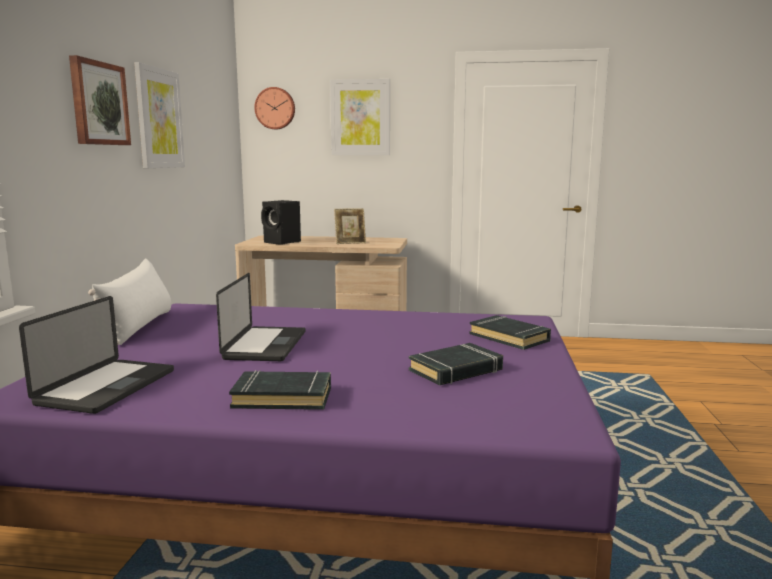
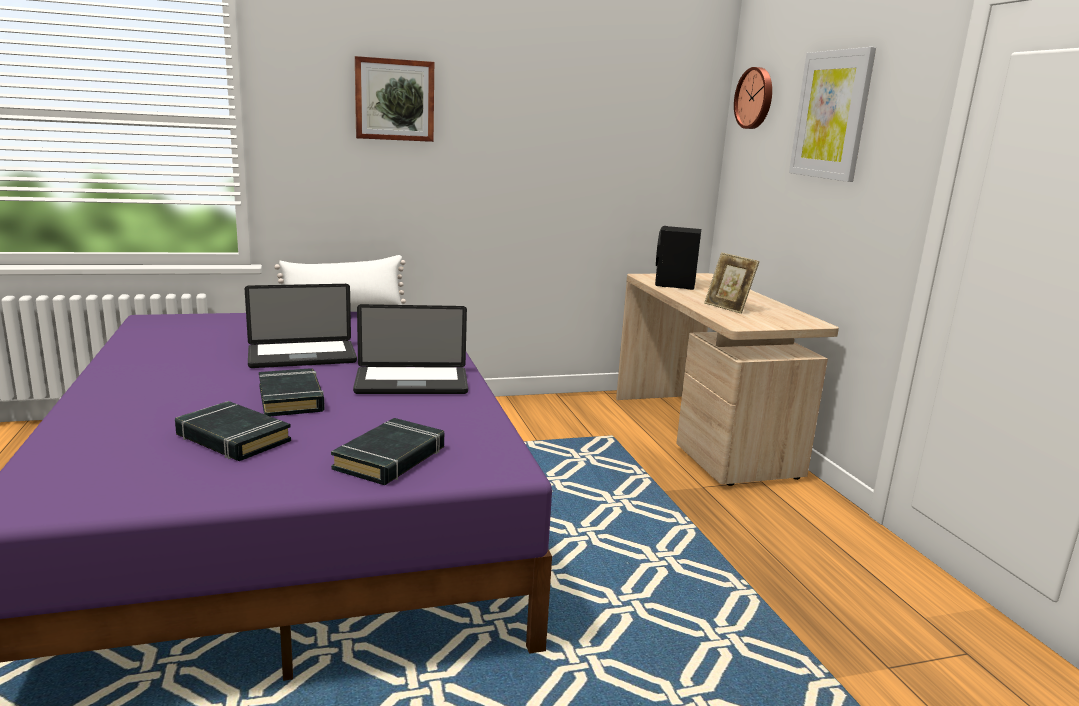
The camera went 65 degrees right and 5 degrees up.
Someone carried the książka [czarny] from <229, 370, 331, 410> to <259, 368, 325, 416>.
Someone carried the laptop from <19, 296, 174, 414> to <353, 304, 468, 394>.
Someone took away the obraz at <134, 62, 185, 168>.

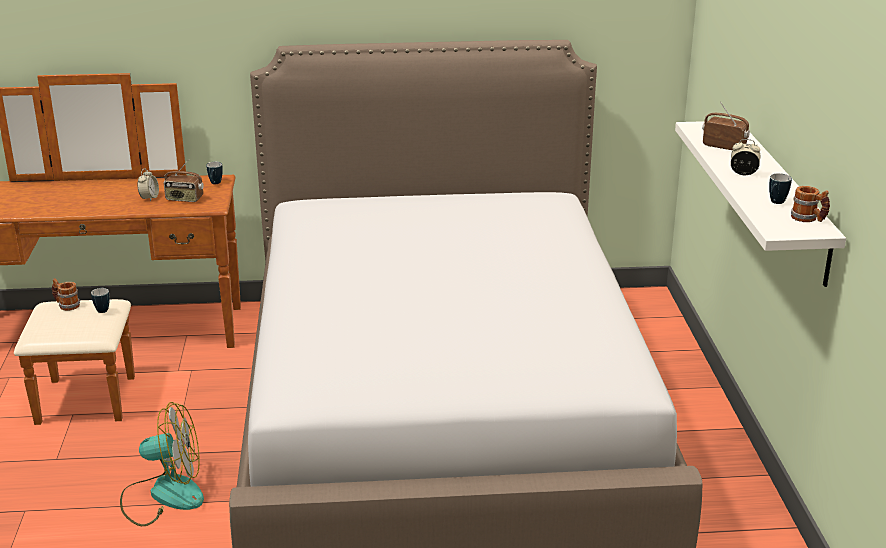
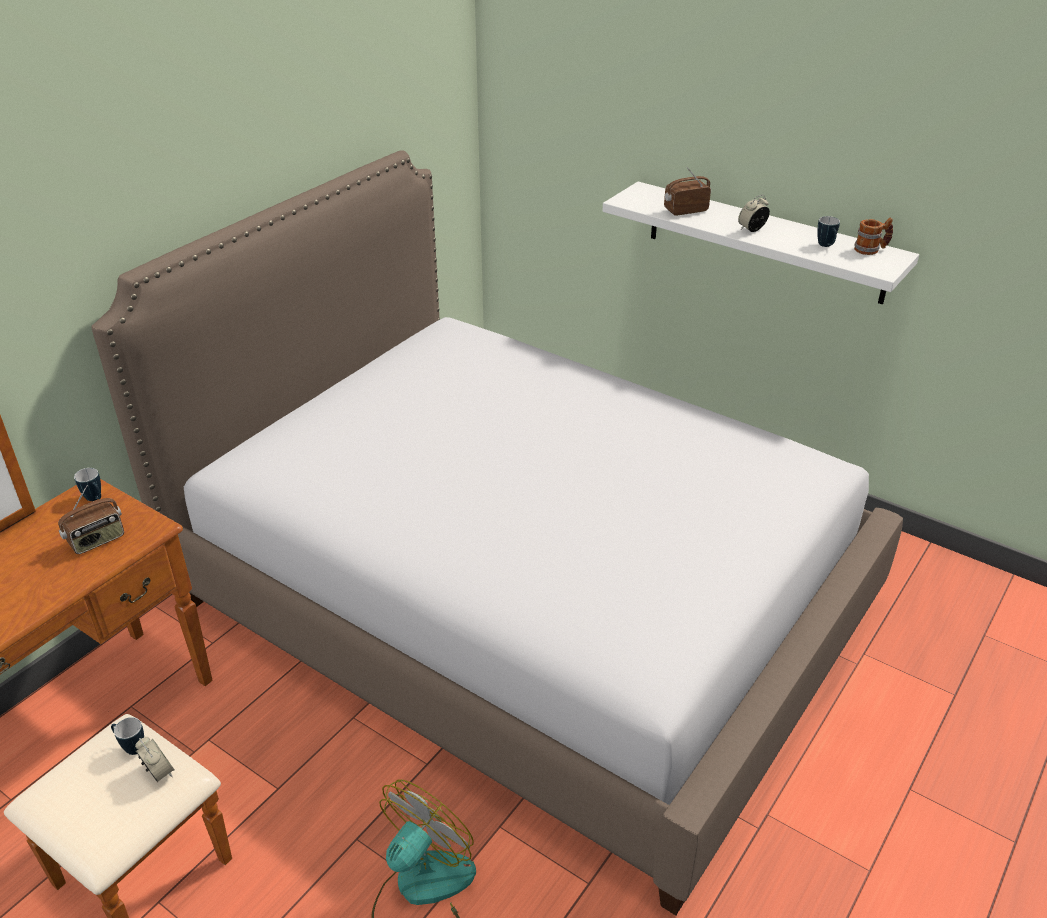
The camera went 50 degrees left and 10 degrees up.
Someone carried the budzik from <137, 168, 159, 201> to <135, 737, 174, 782>.
Someone took away the kubek at <52, 278, 80, 311>.

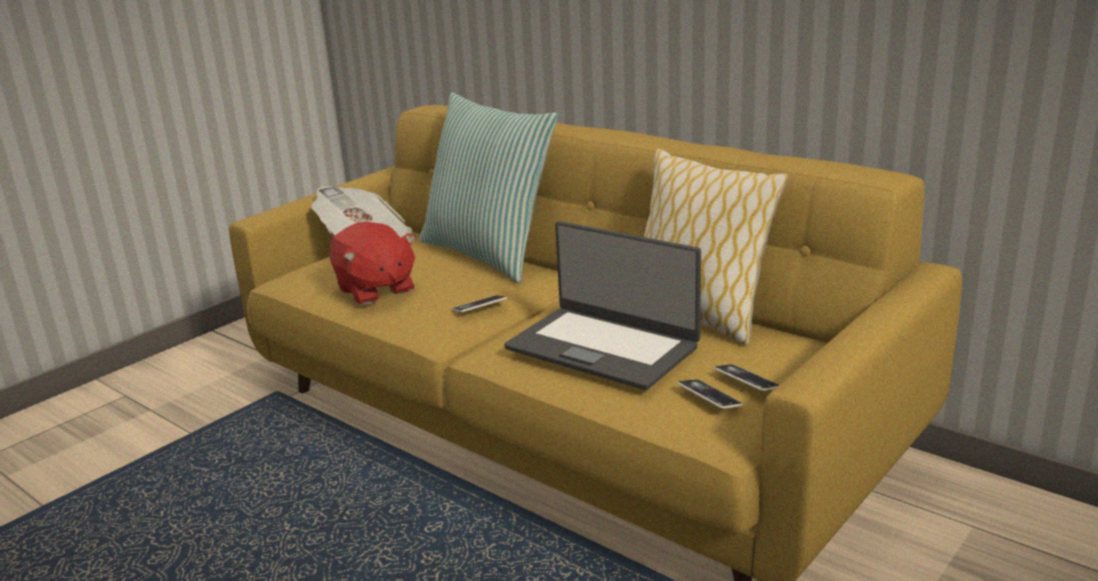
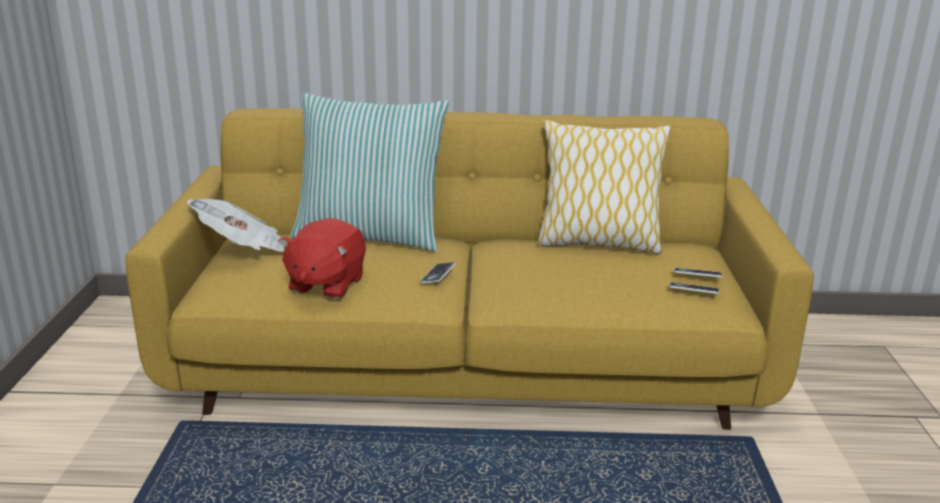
The camera went 40 degrees left and 0 degrees up.
Someone rotated the pluszak [czerwony] at <330, 222, 416, 305> by 90 degrees clockwise.
Someone took away the laptop at <504, 221, 701, 390>.

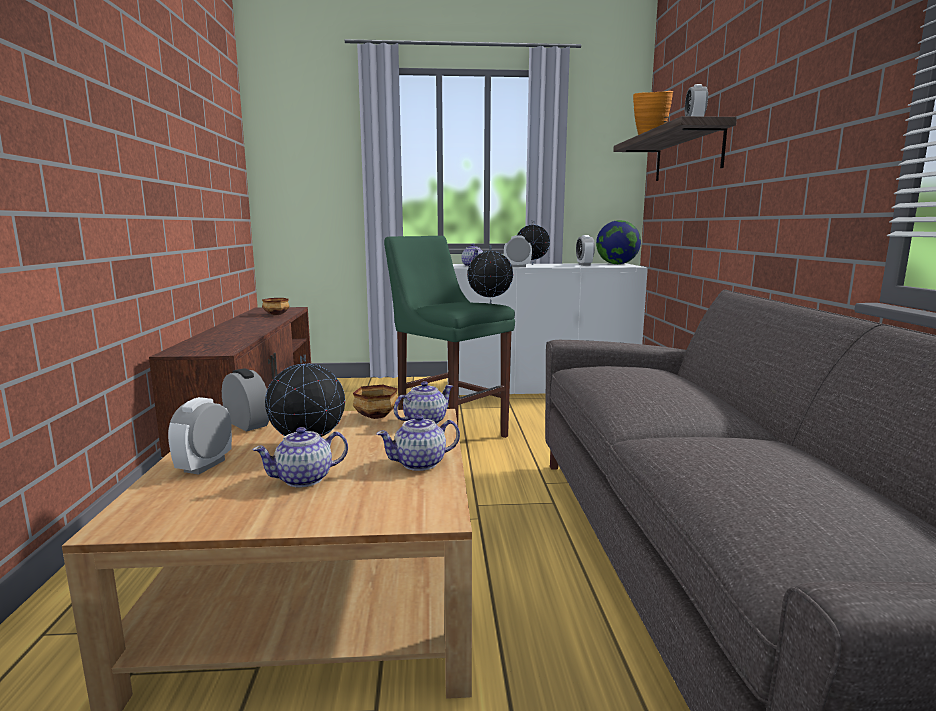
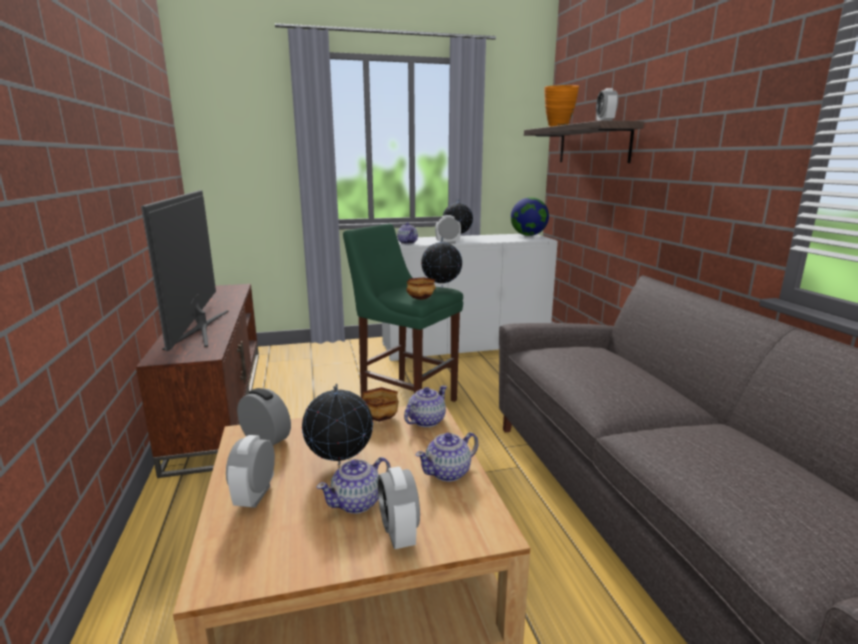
The camera went 10 degrees left and 5 degrees up.
Someone put down the telewizor at <141, 190, 229, 351>.
Someone carried the budzik from <576, 235, 595, 266> to <378, 466, 420, 549>.
Someone carried the miska from <262, 298, 290, 315> to <406, 277, 436, 300>.

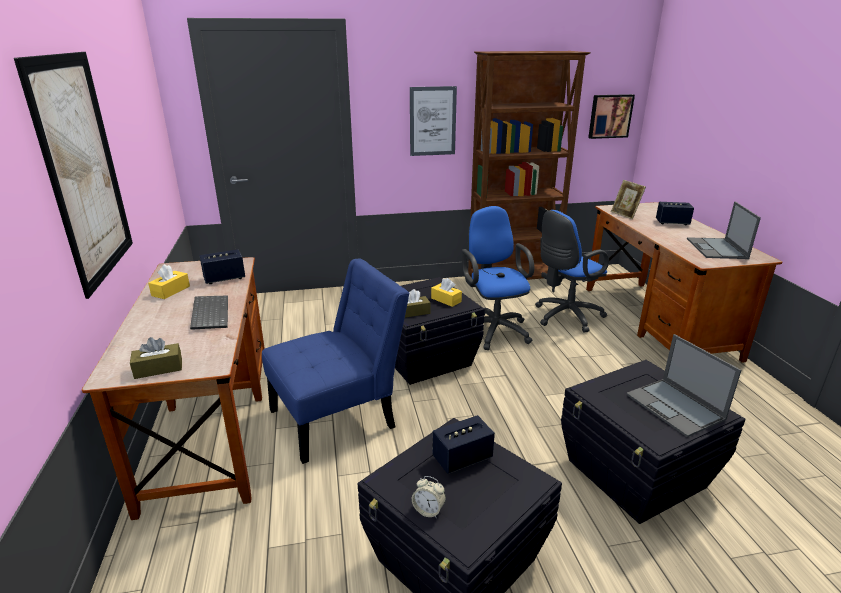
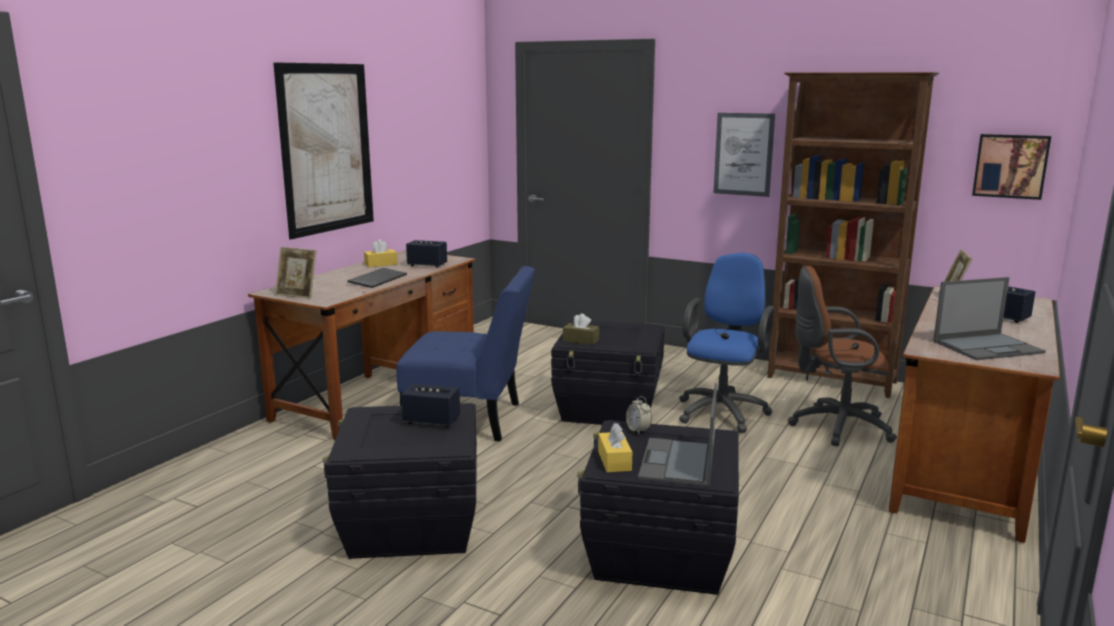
The camera went 40 degrees right and 10 degrees down.
Someone swapped the pudełko chusteczek [brązowy] at <130, 337, 182, 379> for the ramka na zdjęcie at <275, 247, 317, 299>.
Someone carried the pudełko chusteczek [żółty] from <431, 278, 462, 307> to <598, 423, 632, 472>.
Someone carried the budzik from <412, 476, 446, 518> to <626, 396, 652, 434>.
Someone repainted the krzesło biurowe [niebieski] at <535, 210, 609, 333>, which became the krzesło biurowe [brązowy] at <788, 266, 897, 446>.
Someone rotated the laptop at <687, 202, 761, 259> by 150 degrees counterclockwise.

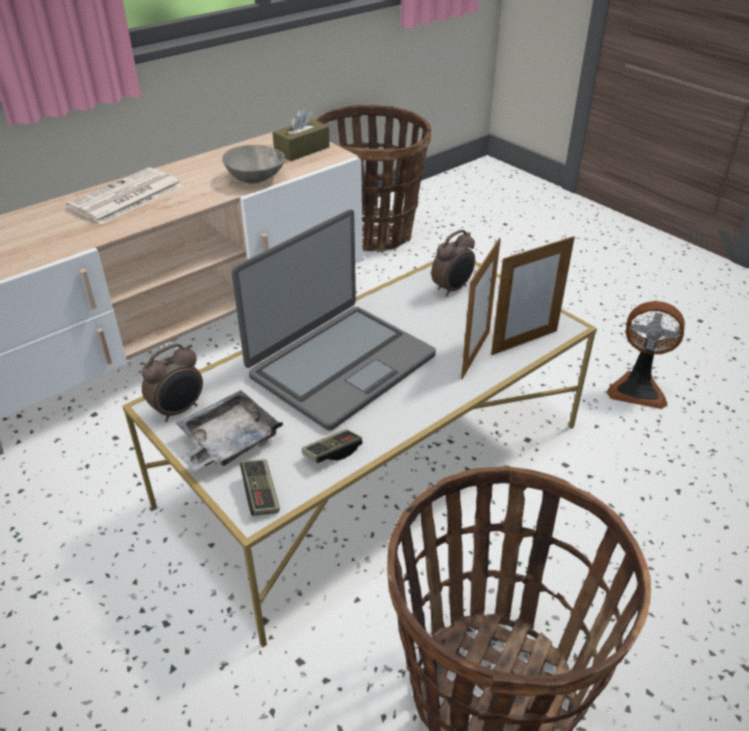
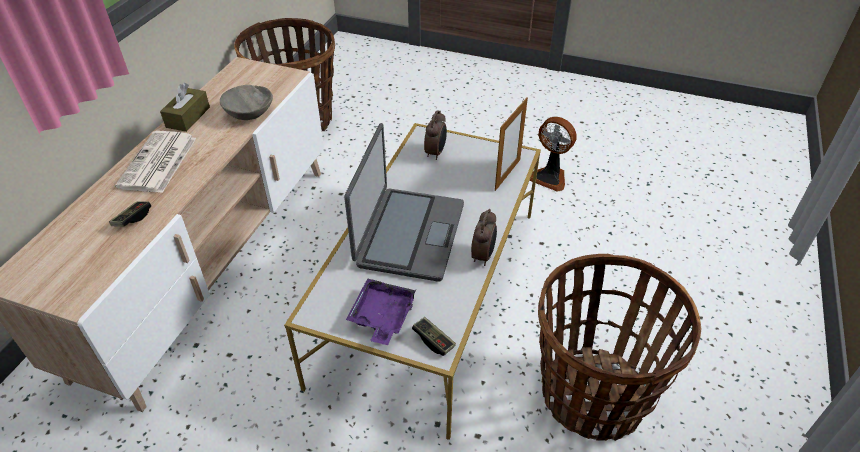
The camera went 30 degrees left and 5 degrees up.
Someone carried the pad do gier from <302, 429, 362, 463> to <109, 201, 151, 227>.
Someone carried the pudełko chusteczek [brązowy] from <273, 108, 330, 161> to <160, 83, 210, 132>.
Someone repainted the taca [szary] at <176, 390, 283, 471>, which became the taca [fioletowy] at <346, 278, 417, 345>.
Someone carried the budzik from <142, 343, 203, 422> to <471, 209, 497, 266>.
Someone rotated the wentylator at <607, 301, 685, 409> by 45 degrees clockwise.
Someone took away the ramka na zdjęcie at <461, 238, 501, 379>.

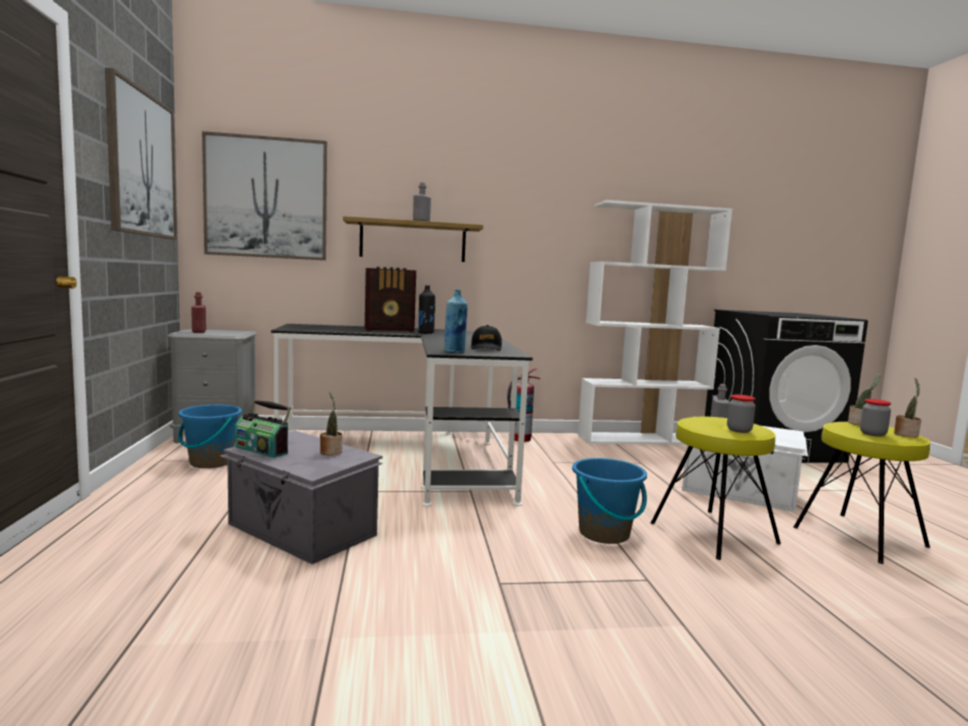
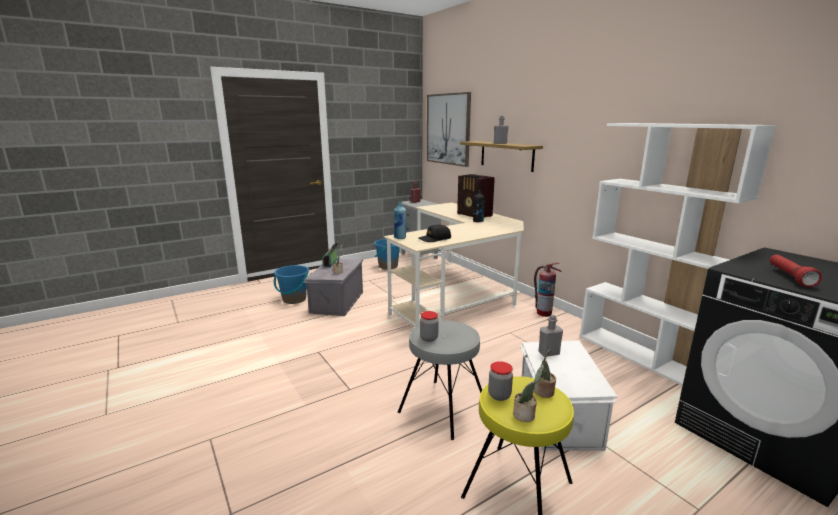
The camera went 65 degrees right and 10 degrees up.
Someone carried the wiadro [niebieski] from <572, 458, 647, 544> to <274, 265, 309, 304>.
Someone repainted the biurko [czarny] at <271, 324, 533, 507>, which became the biurko [beżowy] at <384, 203, 524, 327>.
Someone repainted the stołek [żółty] at <650, 417, 781, 560>, which became the stołek [szary] at <398, 320, 482, 440>.
Someone put down the latarka [czerwony] at <770, 254, 822, 287>.
Someone took away the obraz at <105, 68, 177, 240>.

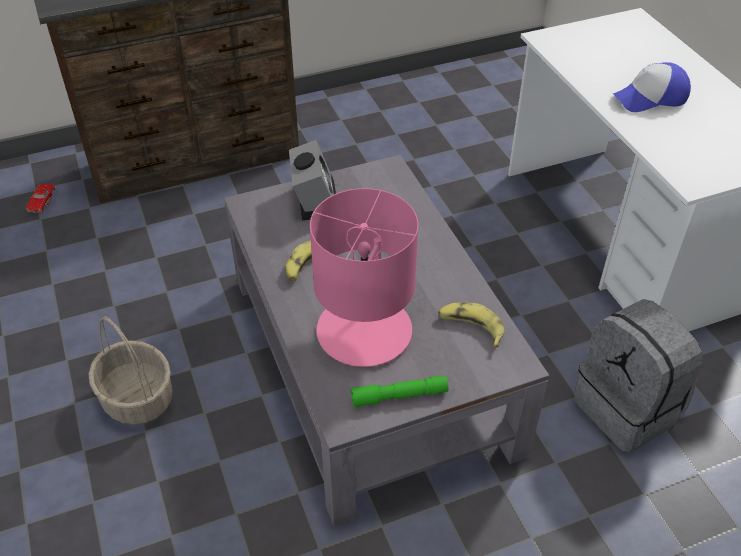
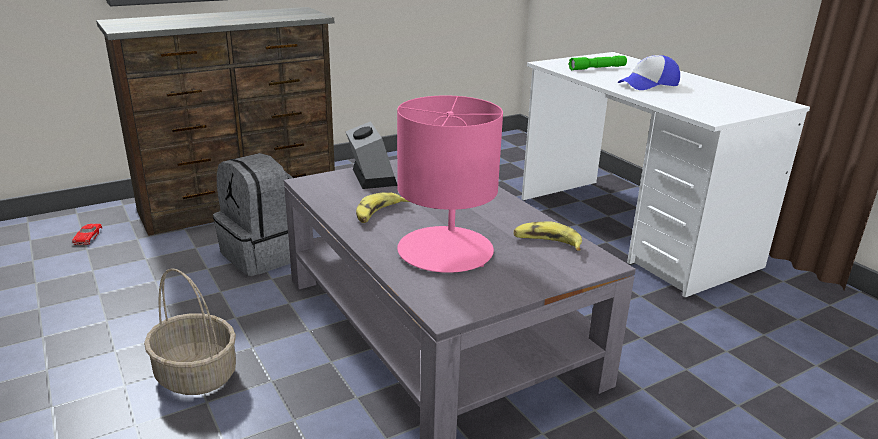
The camera went 10 degrees left and 20 degrees down.
Someone carried the plecak [szary] from <573, 299, 702, 453> to <213, 153, 293, 276>.
Someone carried the latarka [zielony] from <351, 376, 449, 407> to <569, 56, 627, 70>.

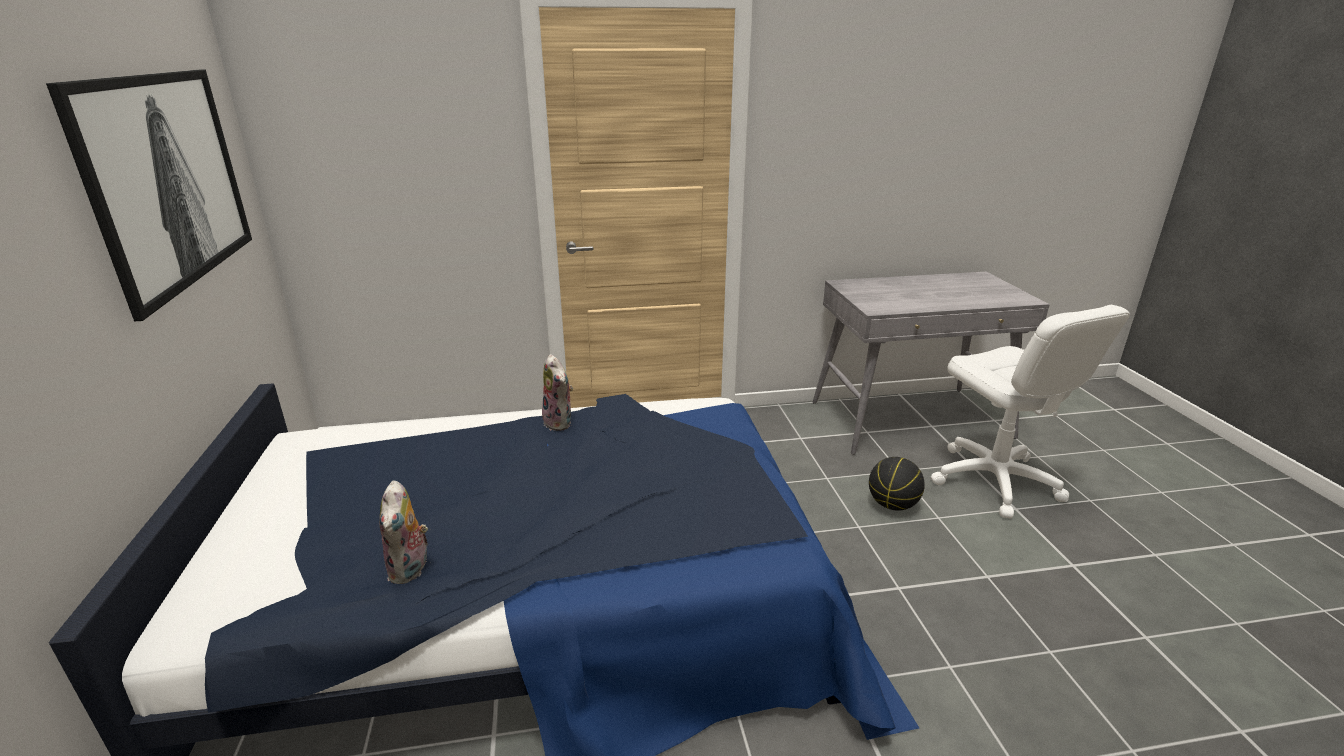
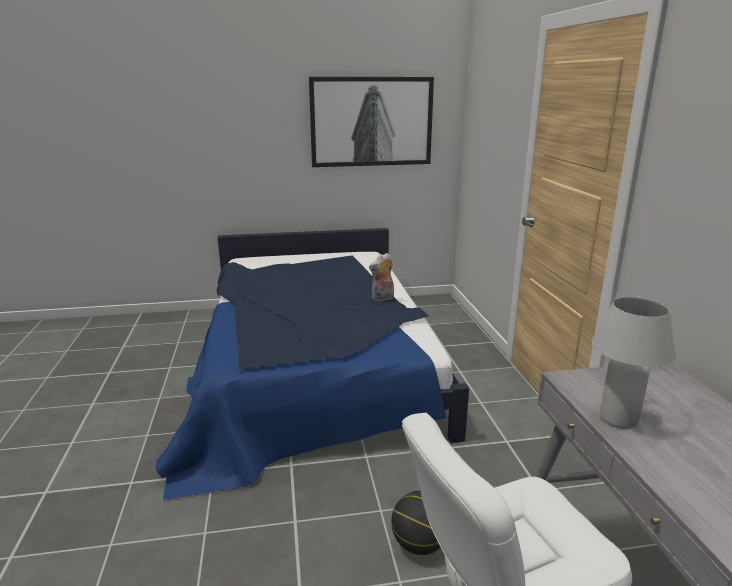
The camera went 90 degrees right and 5 degrees down.
Someone put down the lampa stołowa [biały] at <592, 297, 676, 429>.
Someone took away the pluszak at <380, 480, 428, 584>.

